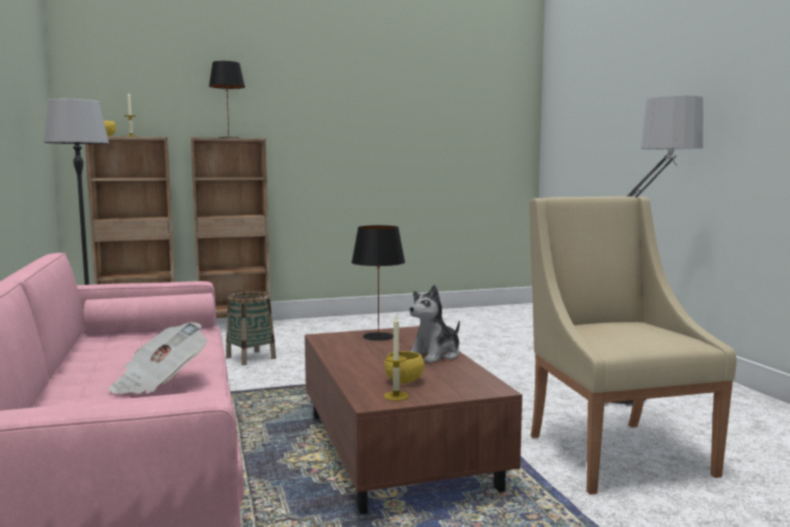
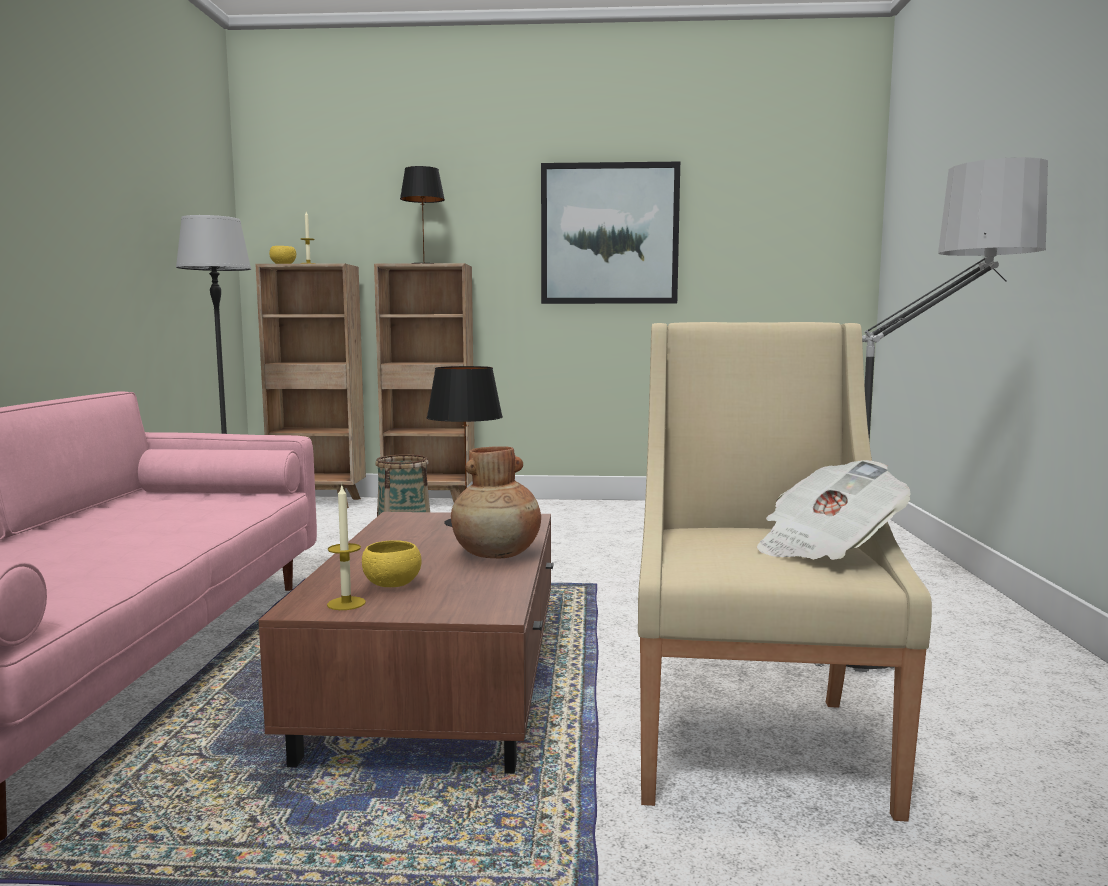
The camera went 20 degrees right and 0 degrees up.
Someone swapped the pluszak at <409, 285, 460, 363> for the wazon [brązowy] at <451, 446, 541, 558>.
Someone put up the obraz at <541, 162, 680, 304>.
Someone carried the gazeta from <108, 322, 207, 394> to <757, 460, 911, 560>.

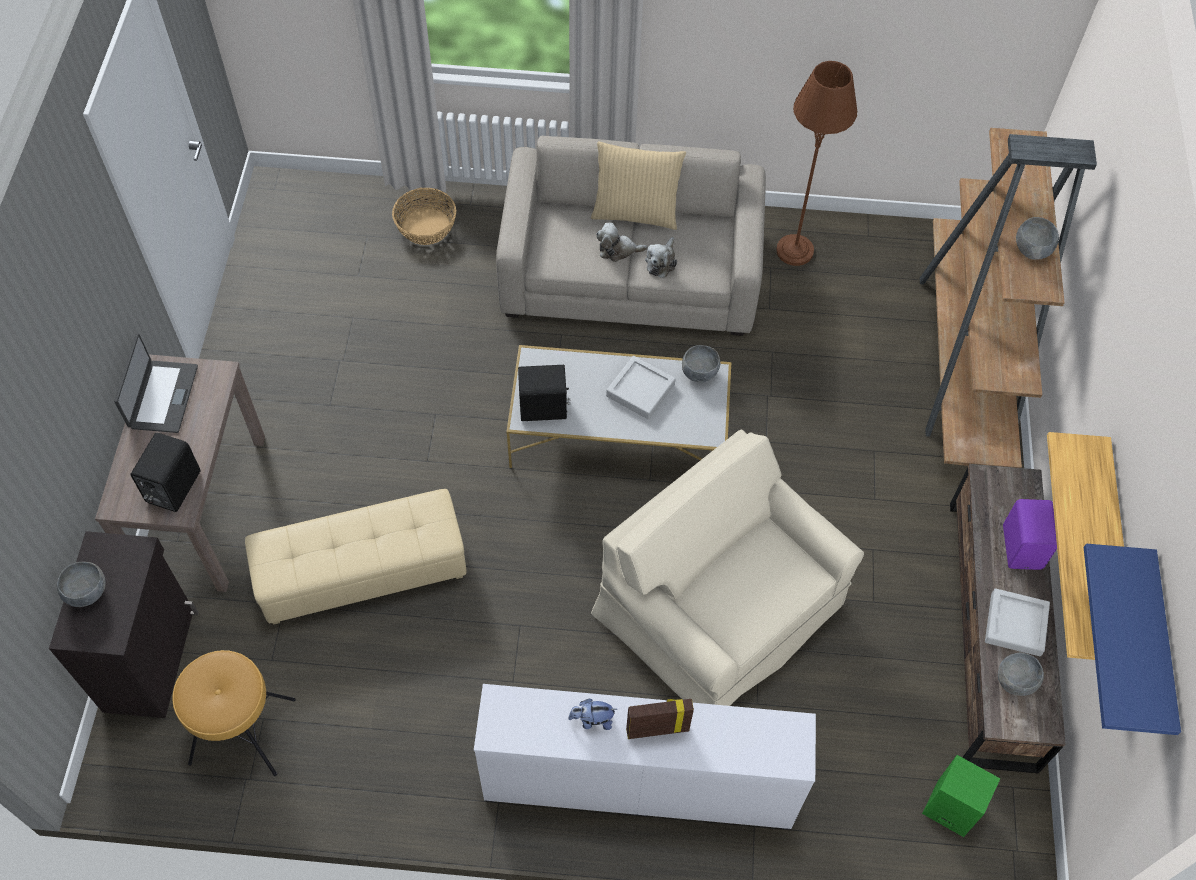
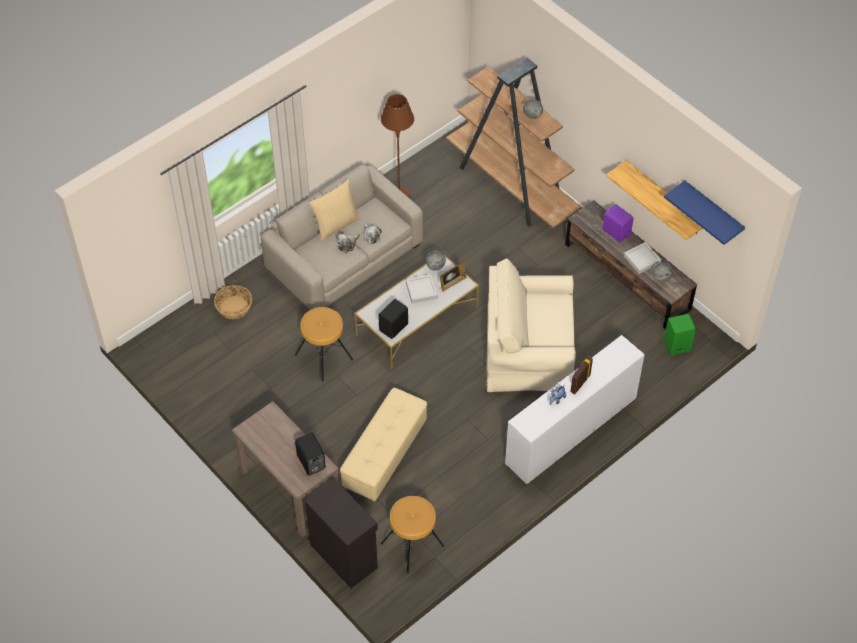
The camera went 45 degrees left and 5 degrees down.
Someone put down the stołek [brązowy] at <295, 307, 353, 382>.
Someone put down the ramka na zdjęcie at <440, 262, 467, 292>.
Someone took away the miska [szary] at <57, 562, 106, 607>.
Someone took away the laptop at <114, 334, 198, 433>.

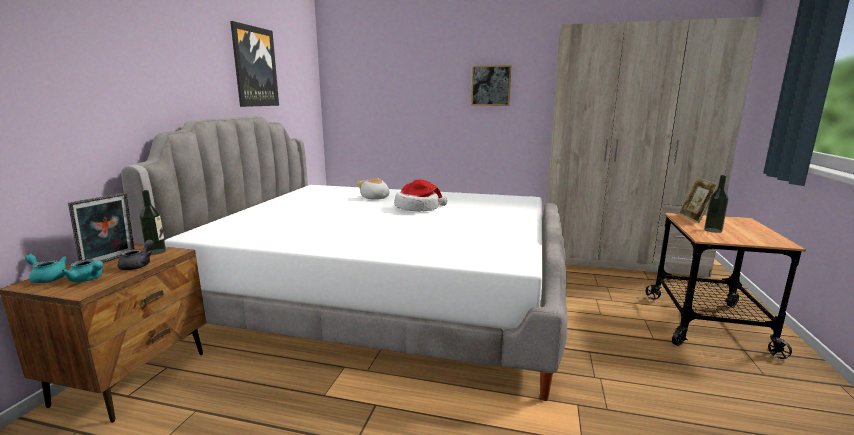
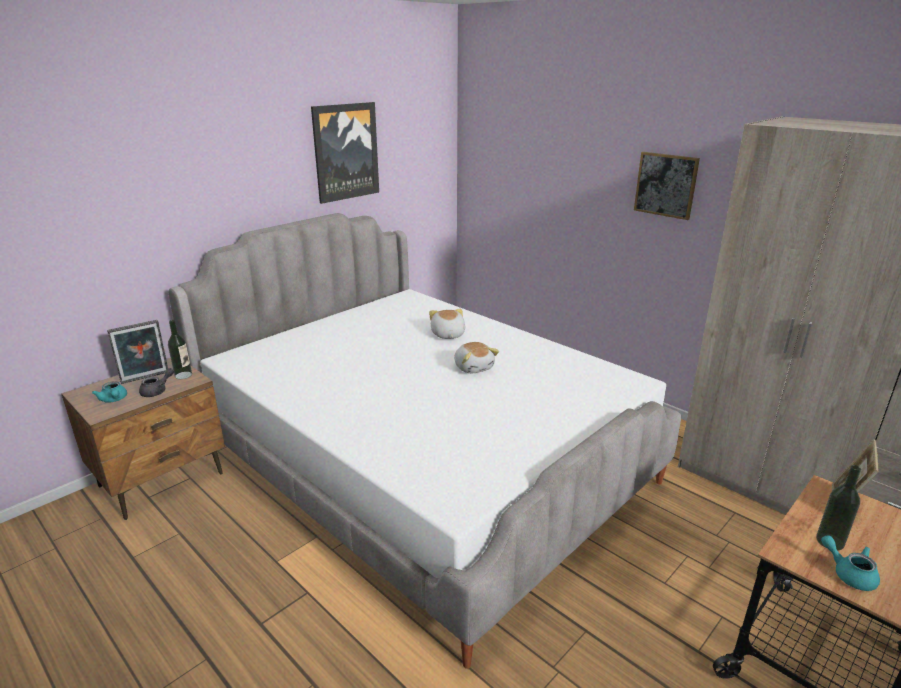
The camera went 30 degrees right and 10 degrees up.
Someone swapped the kapelusz at <395, 180, 447, 212> for the pluszak at <454, 342, 499, 373>.
Someone carried the imbryk [turkusowy] from <25, 254, 67, 283> to <821, 535, 880, 591>.

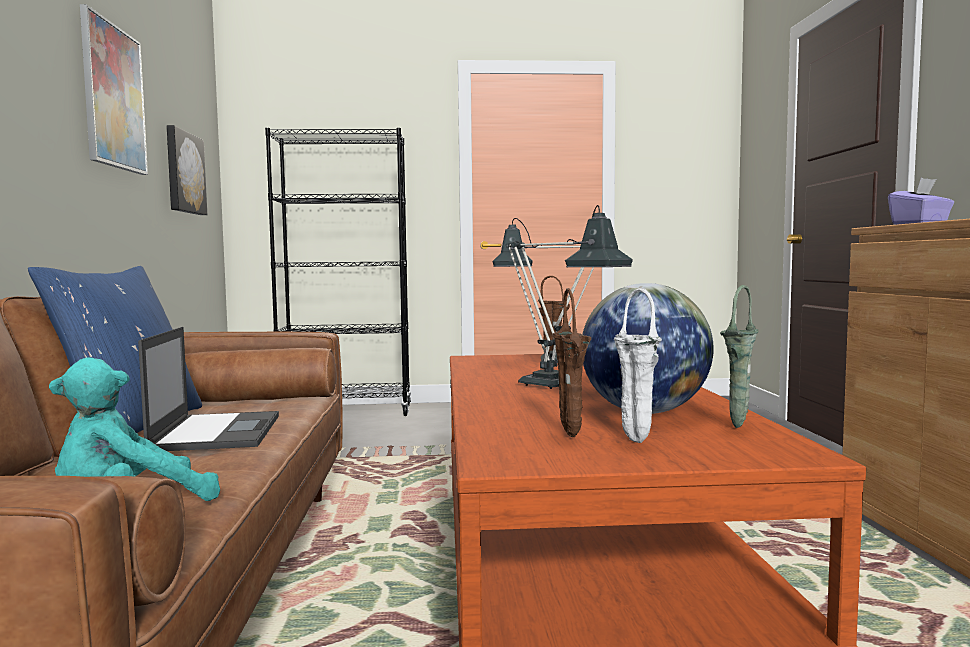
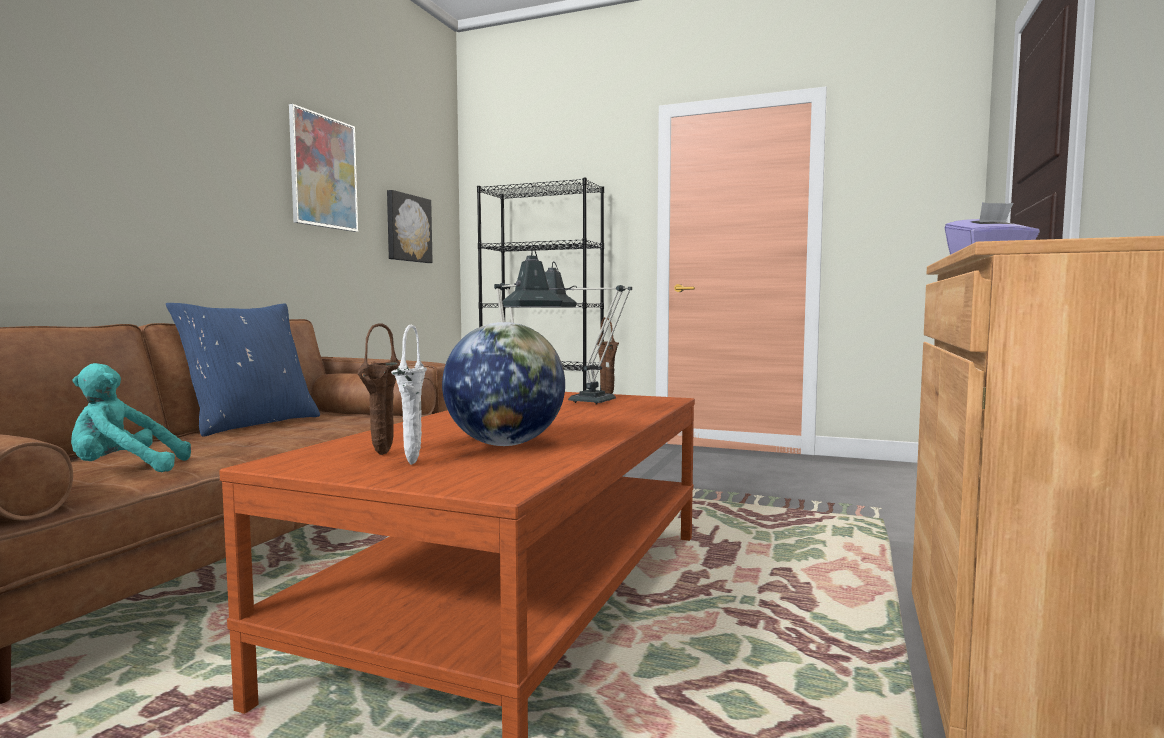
The camera went 25 degrees right and 0 degrees up.
Someone took away the laptop at <138, 327, 279, 451>.
Someone took away the wazon [zielony] at <720, 285, 759, 428>.

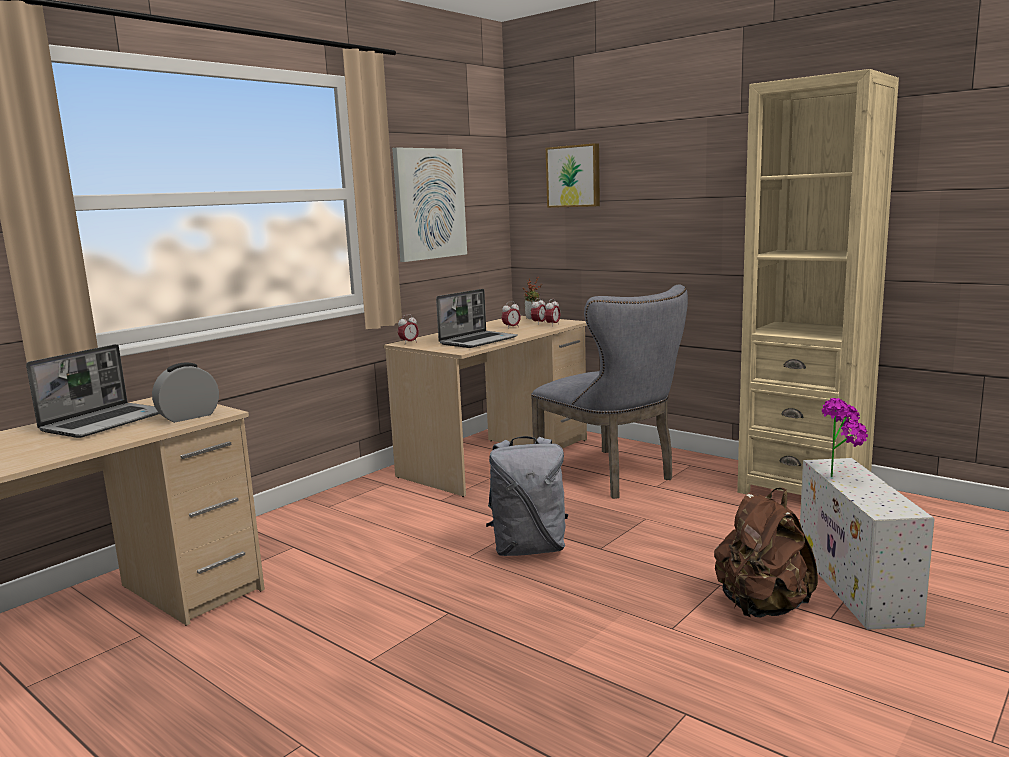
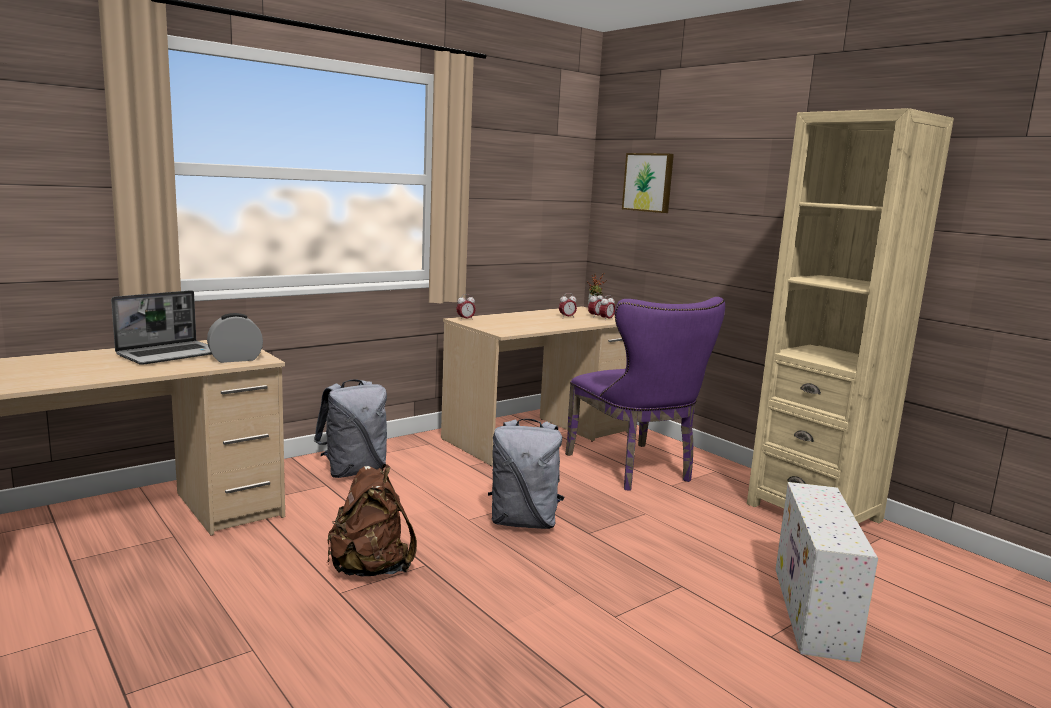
The camera went 10 degrees right and 0 degrees up.
Someone put down the plecak [szary] at <314, 379, 387, 478>.
Someone carried the plecak [brązowy] from <714, 488, 818, 618> to <327, 464, 417, 576>.
Someone repainted the krzesło [szary] at <531, 284, 688, 499>, which became the krzesło [fioletowy] at <565, 297, 725, 491>.
Someone took away the obraz at <392, 147, 467, 262>.
Someone took away the laptop at <436, 289, 518, 348>.
Someone took away the roślina doniczkowa at <822, 398, 868, 477>.

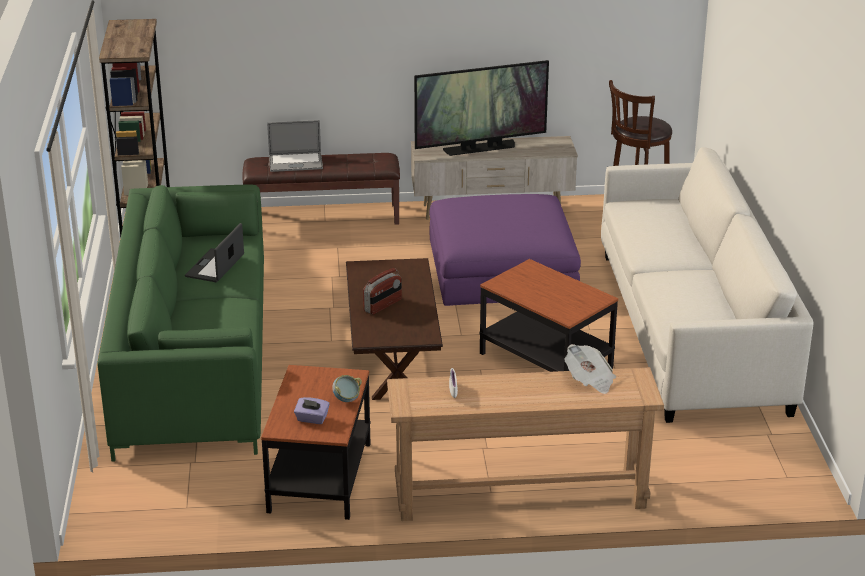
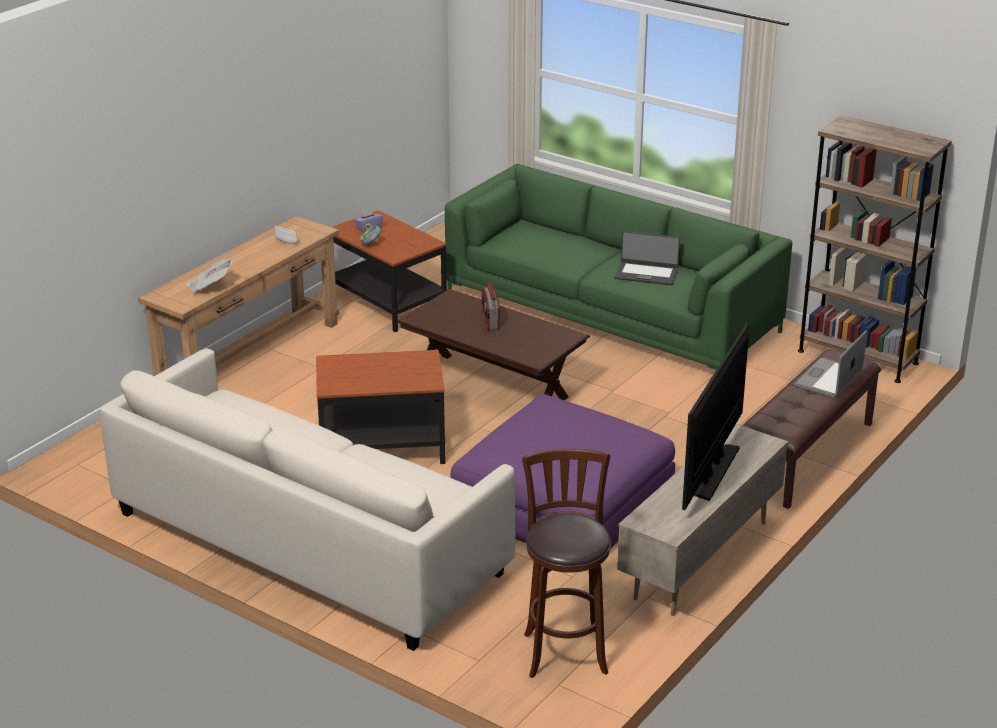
The camera went 130 degrees right and 0 degrees up.
Someone rotated the laptop at <185, 223, 244, 282> by 135 degrees clockwise.

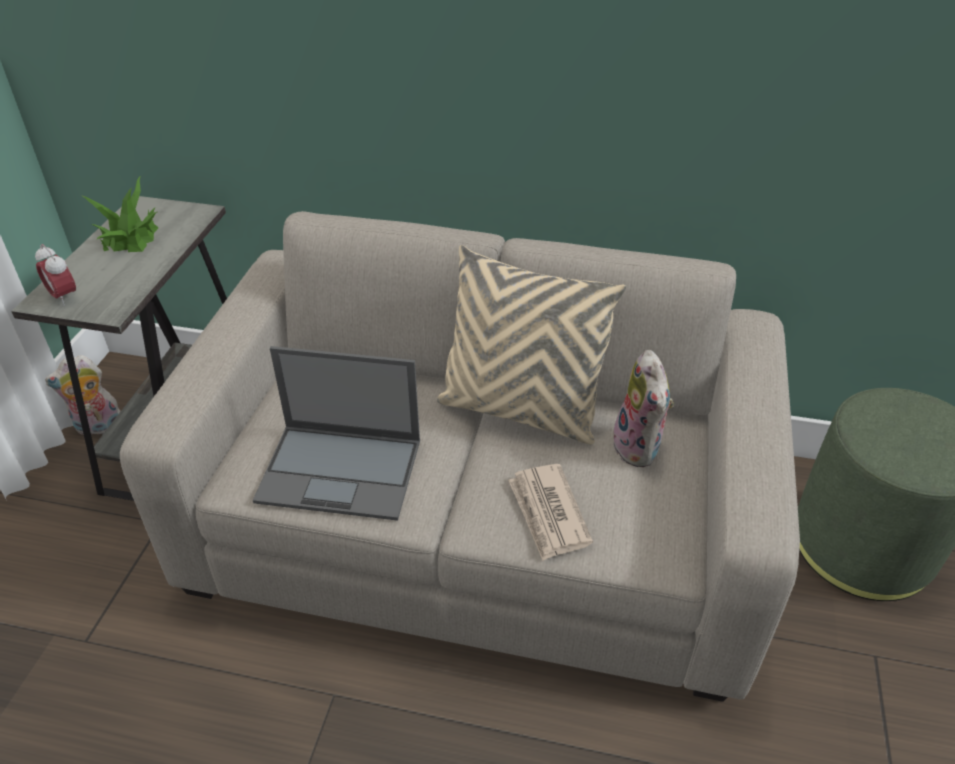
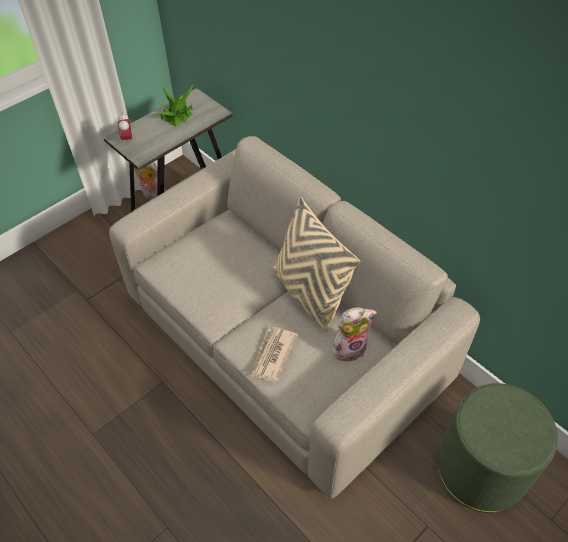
The camera went 35 degrees right and 10 degrees up.
Someone rotated the pluszak at <610, 350, 674, 467> by 135 degrees counterclockwise.
Someone took away the laptop at <253, 346, 420, 521>.

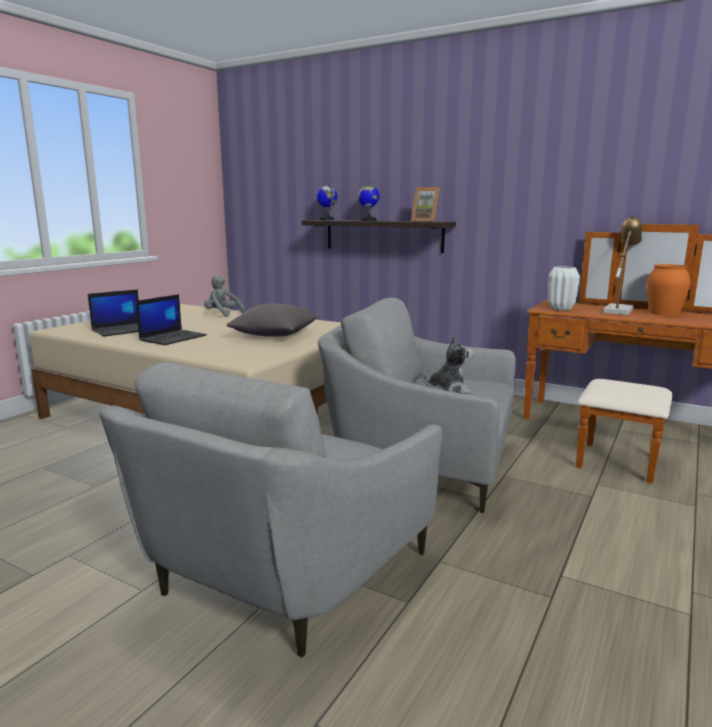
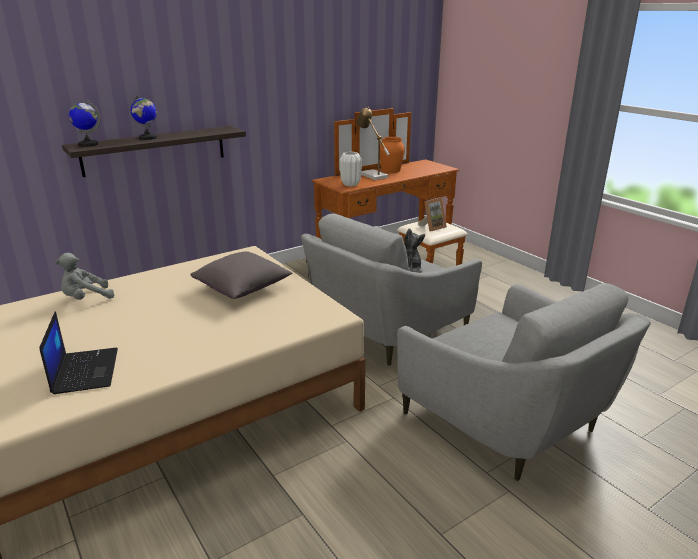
The camera went 65 degrees left and 10 degrees up.
Someone carried the ramka na zdjęcie from <411, 187, 440, 222> to <419, 198, 447, 232>.
Someone took away the laptop at <136, 294, 207, 345>.

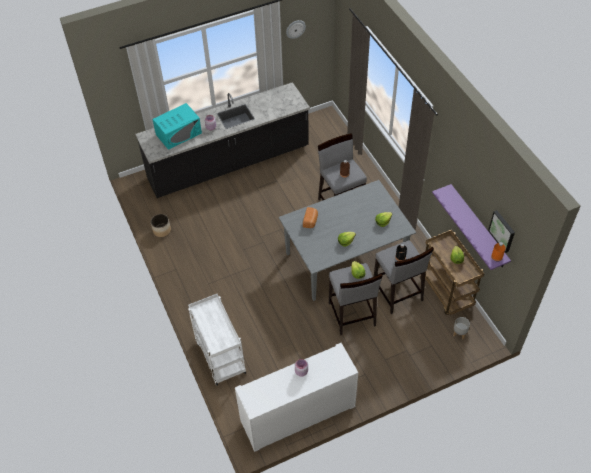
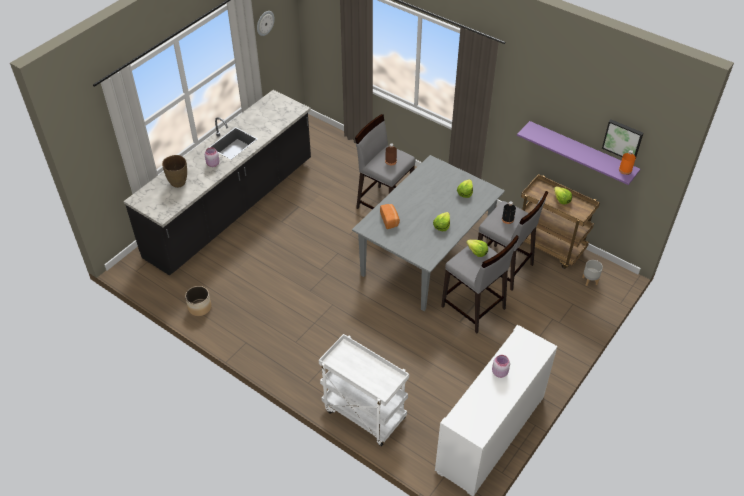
The camera went 30 degrees left and 5 degrees down.
Someone swapped the mikrofalówka [turkusowy] at <152, 103, 202, 150> for the wazon [brązowy] at <162, 155, 187, 188>.

